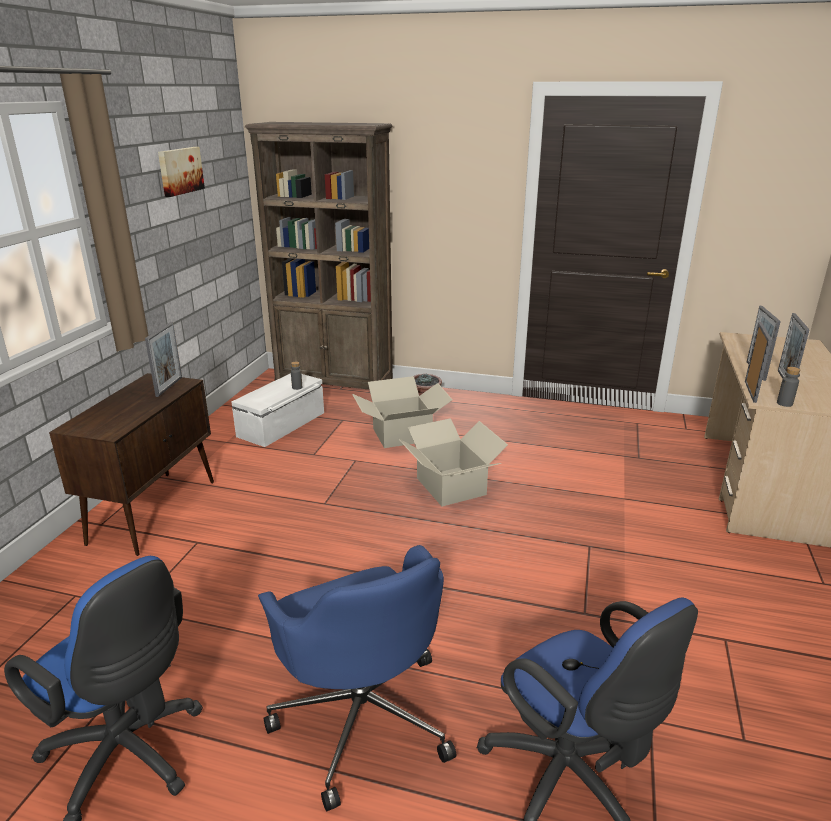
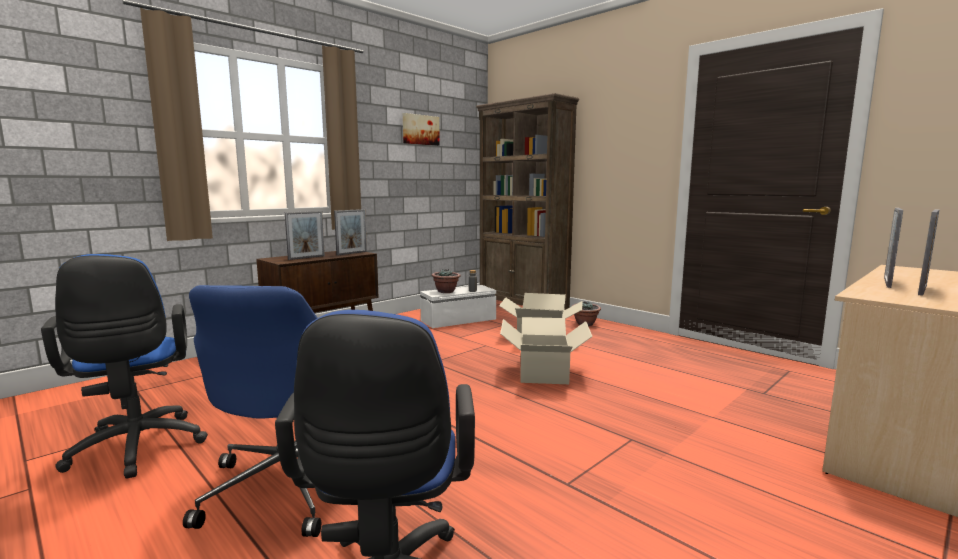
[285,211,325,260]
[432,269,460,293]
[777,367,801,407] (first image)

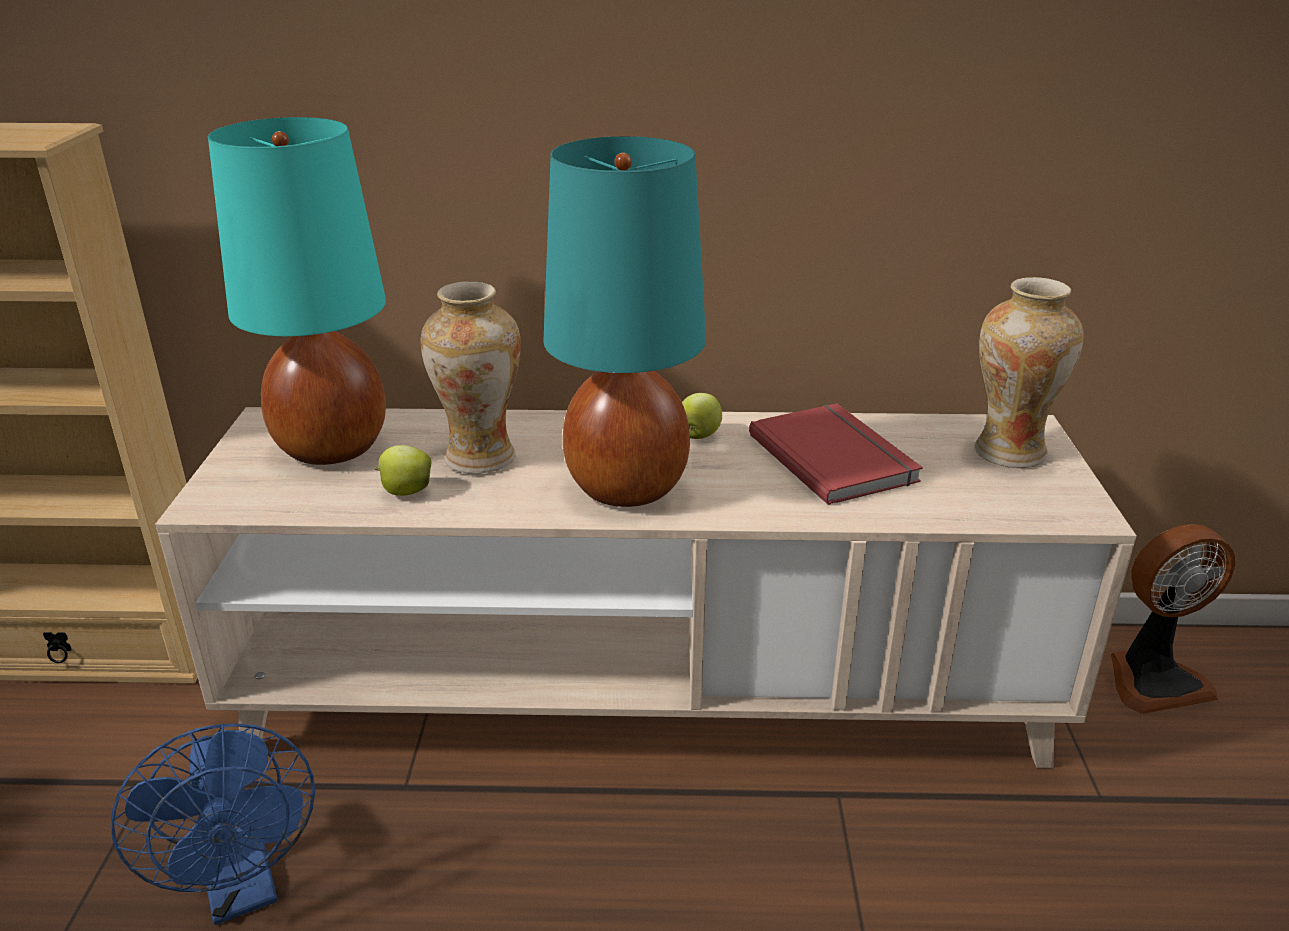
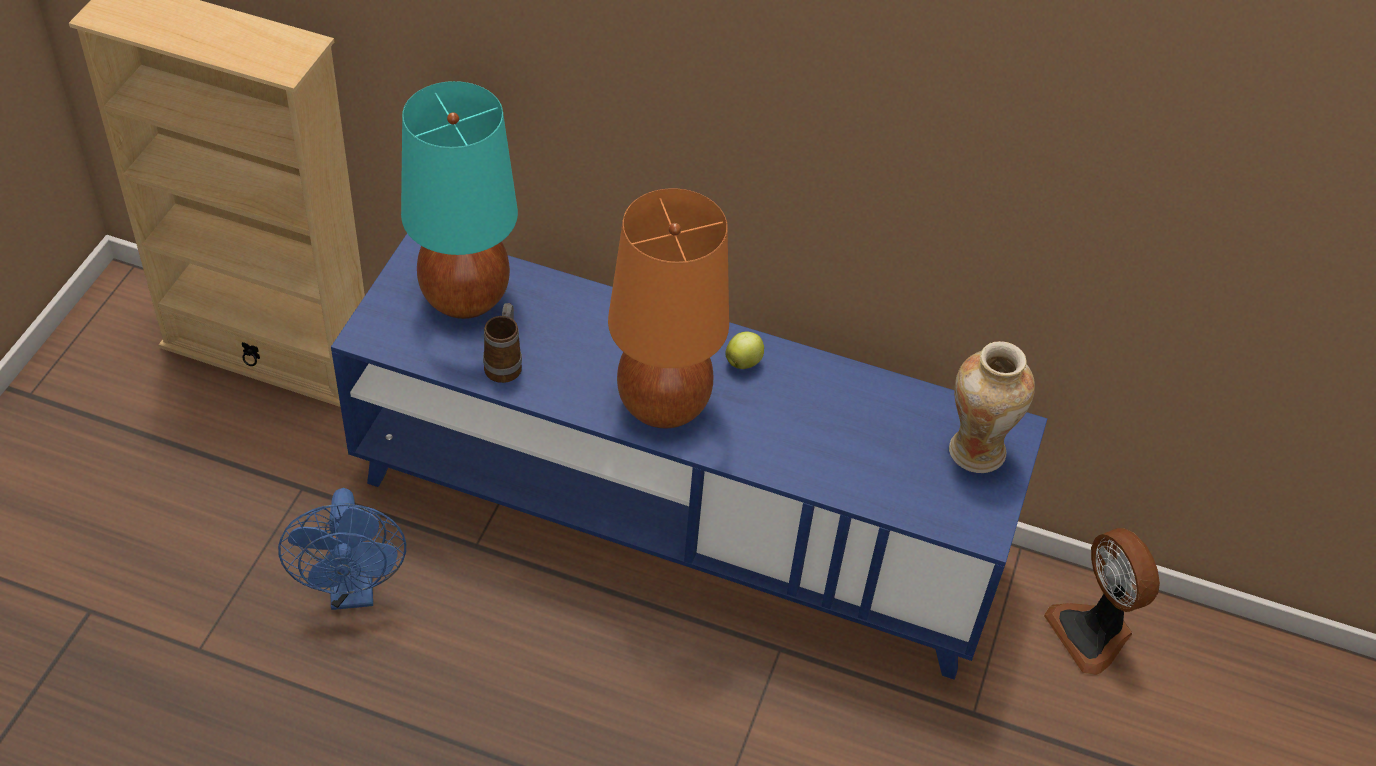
[331,234,1047,680]
[483,303,522,383]
[608,188,729,428]
[1044,528,1160,675]
[420,282,521,474] (first image)
[749,403,923,505] (first image)

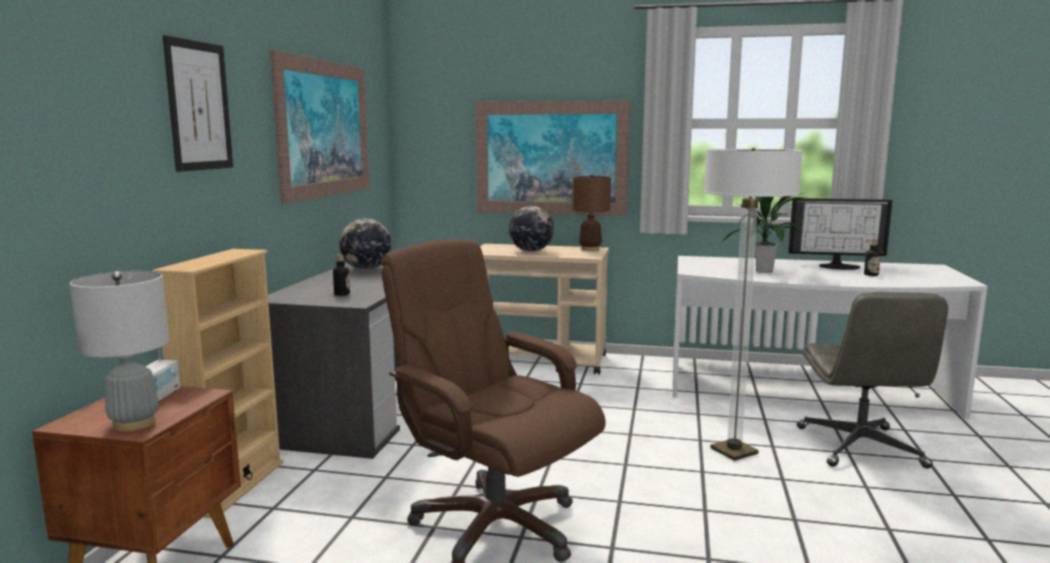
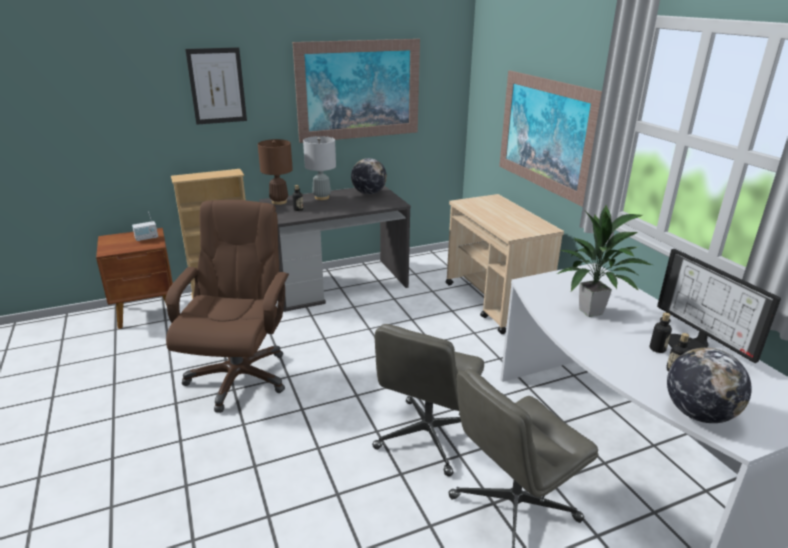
[258,139,293,205]
[303,136,336,200]
[372,324,484,476]
[650,312,672,353]
[667,348,752,423]

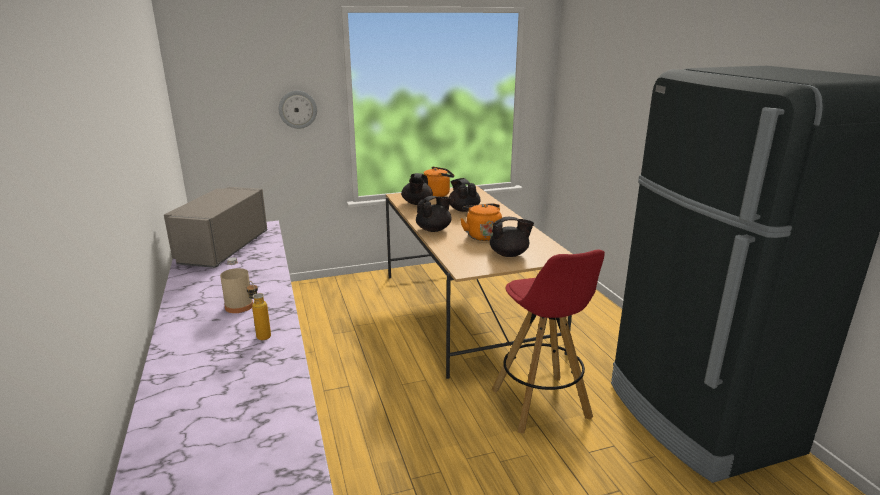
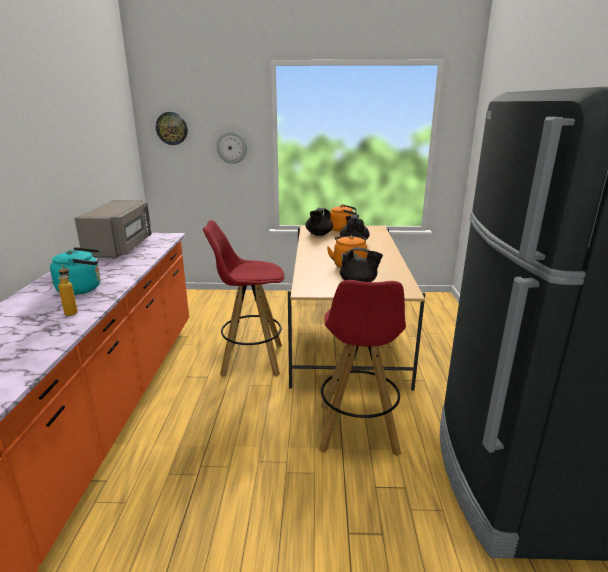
[50,247,101,295]
[74,200,152,258]
[156,112,188,145]
[203,220,285,377]
[416,196,452,232] (first image)

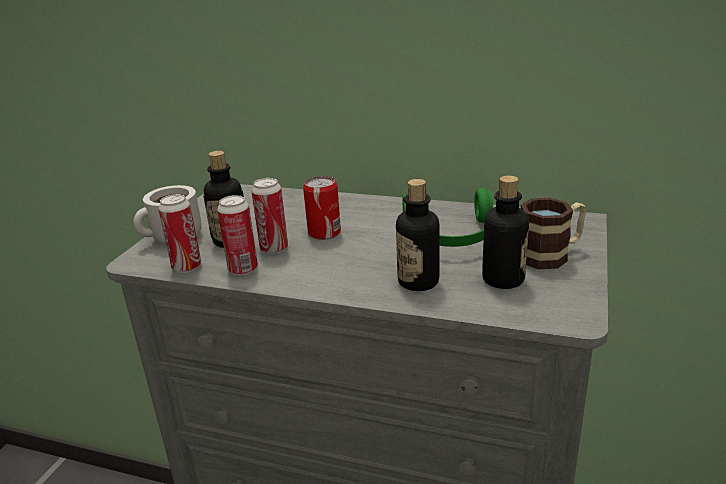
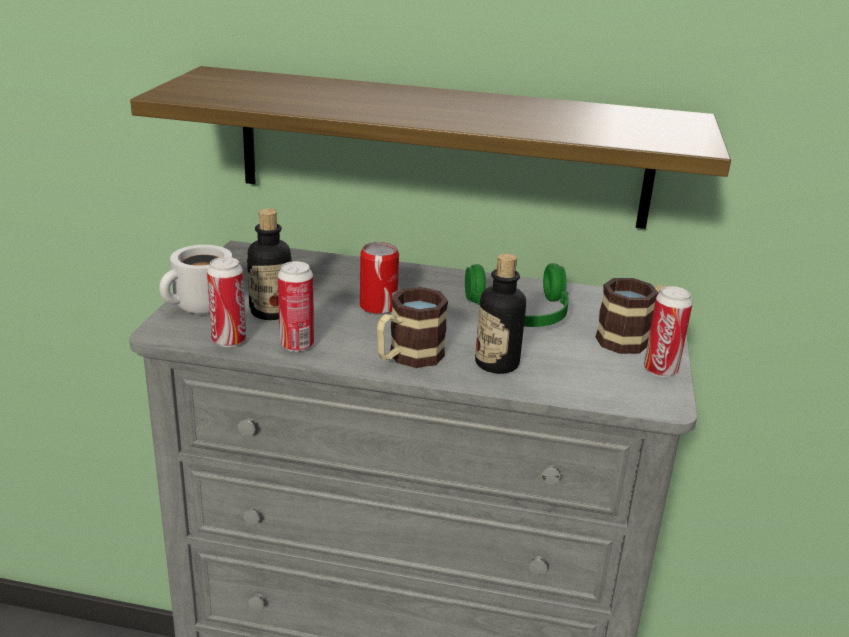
[130,66,731,229]
[377,287,448,368]
[644,286,693,377]
[482,176,529,289] (first image)

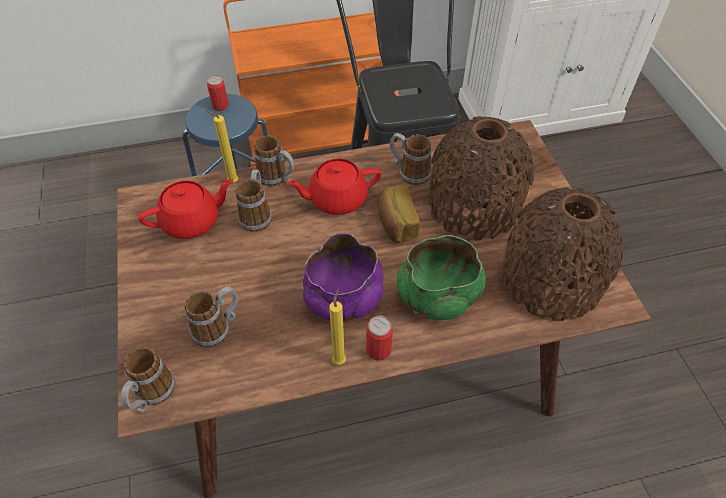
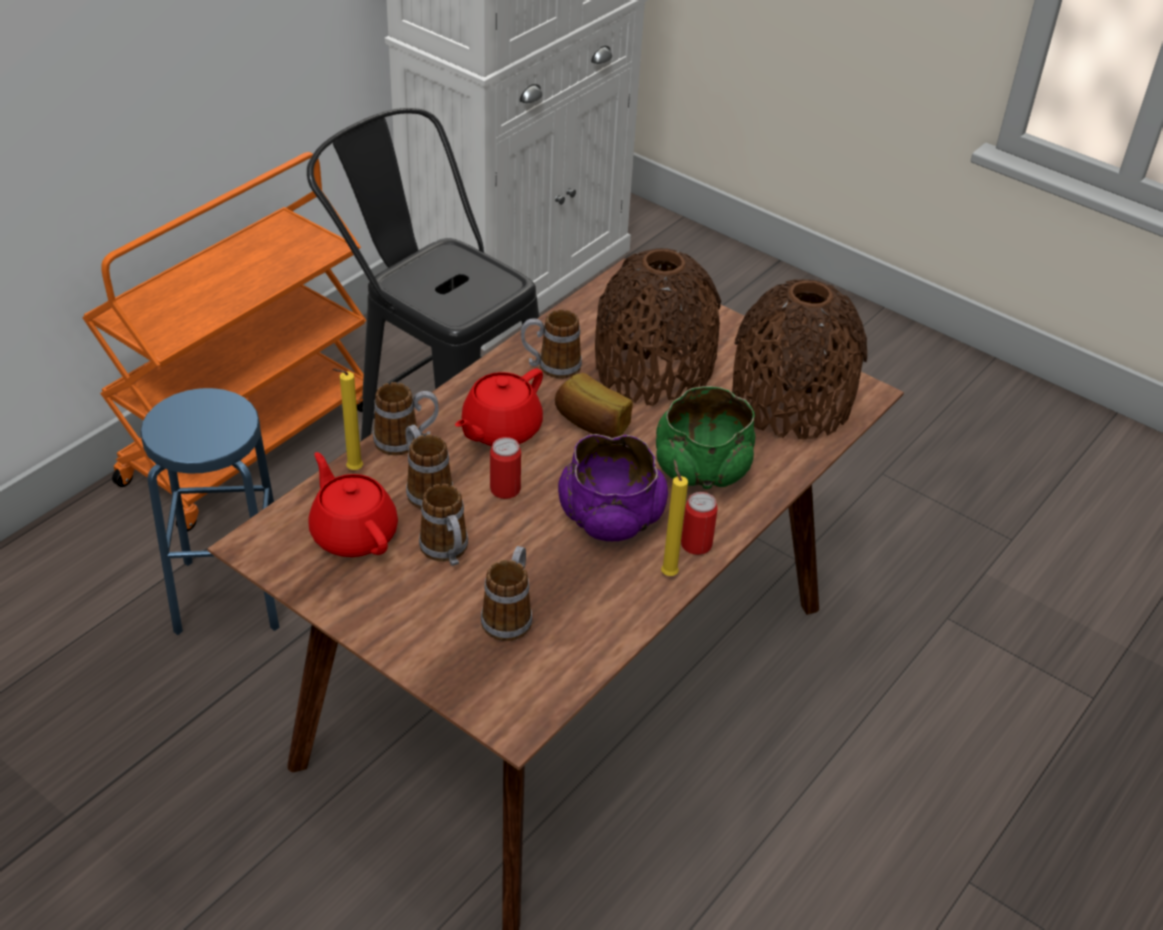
[308,452,398,557]
[419,484,468,566]
[490,437,521,499]

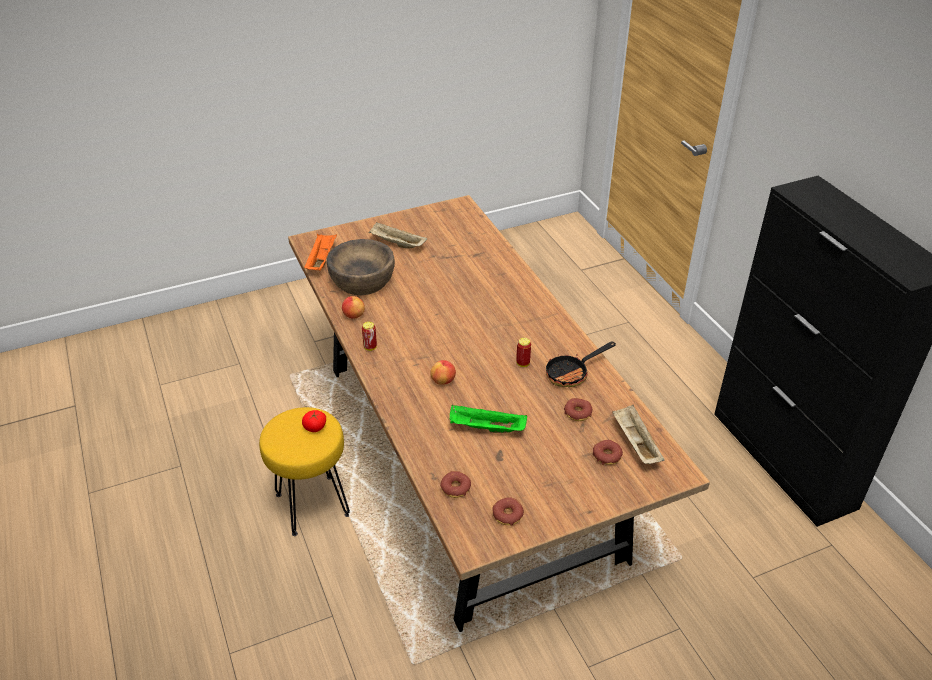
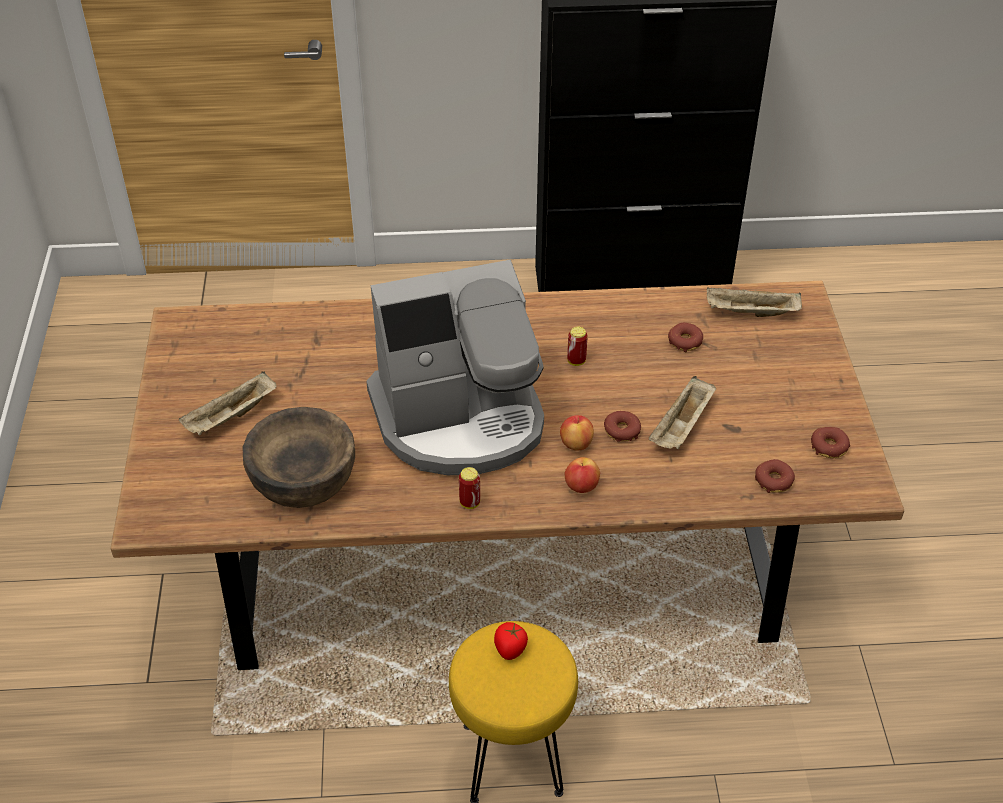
[366,260,544,475]
[565,457,600,493]
[604,411,641,442]
[649,376,716,449]
[304,234,337,270] (first image)
[546,342,616,387] (first image)

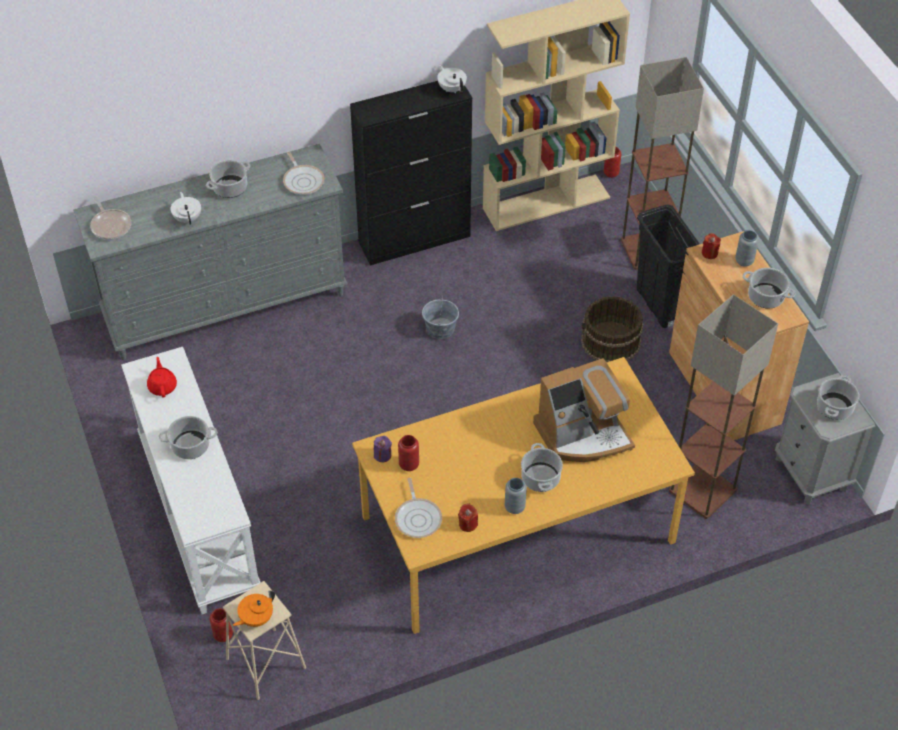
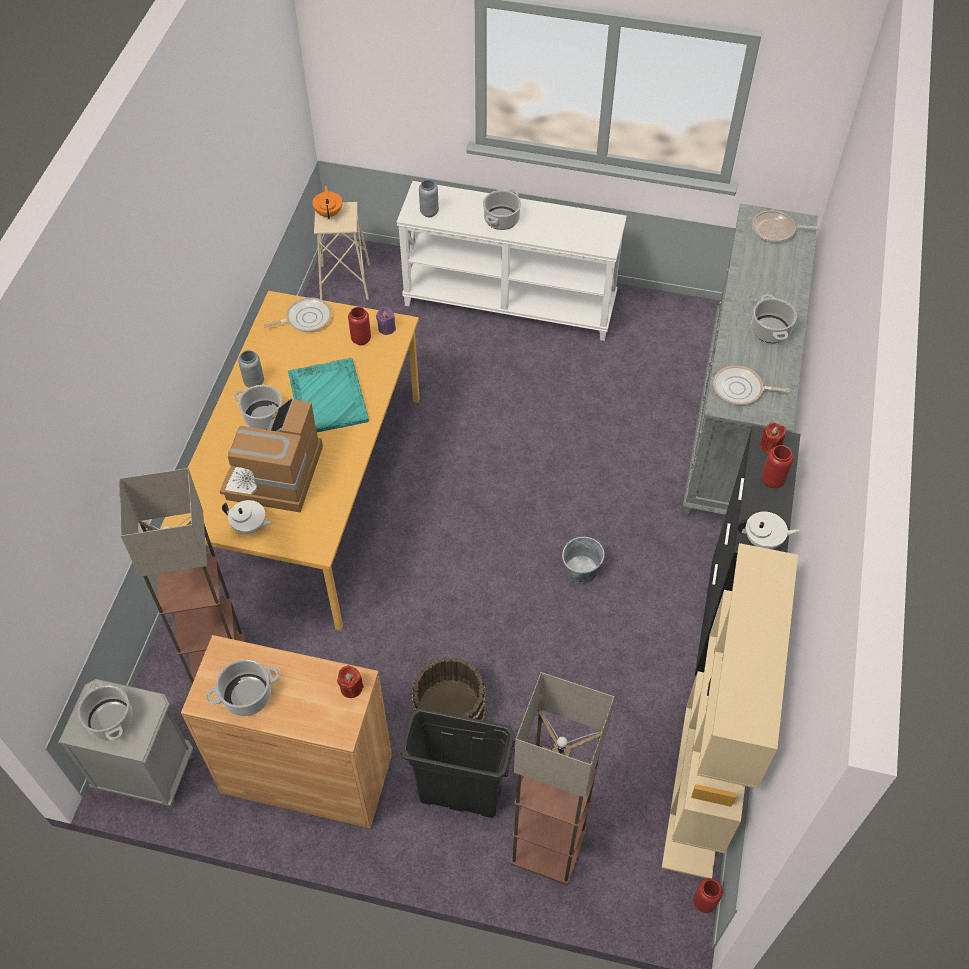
[222,500,274,534]
[264,297,332,332]
[288,358,369,432]
[419,179,439,217]
[760,422,786,454]
[762,445,794,488]
[147,357,177,398] (first image)

